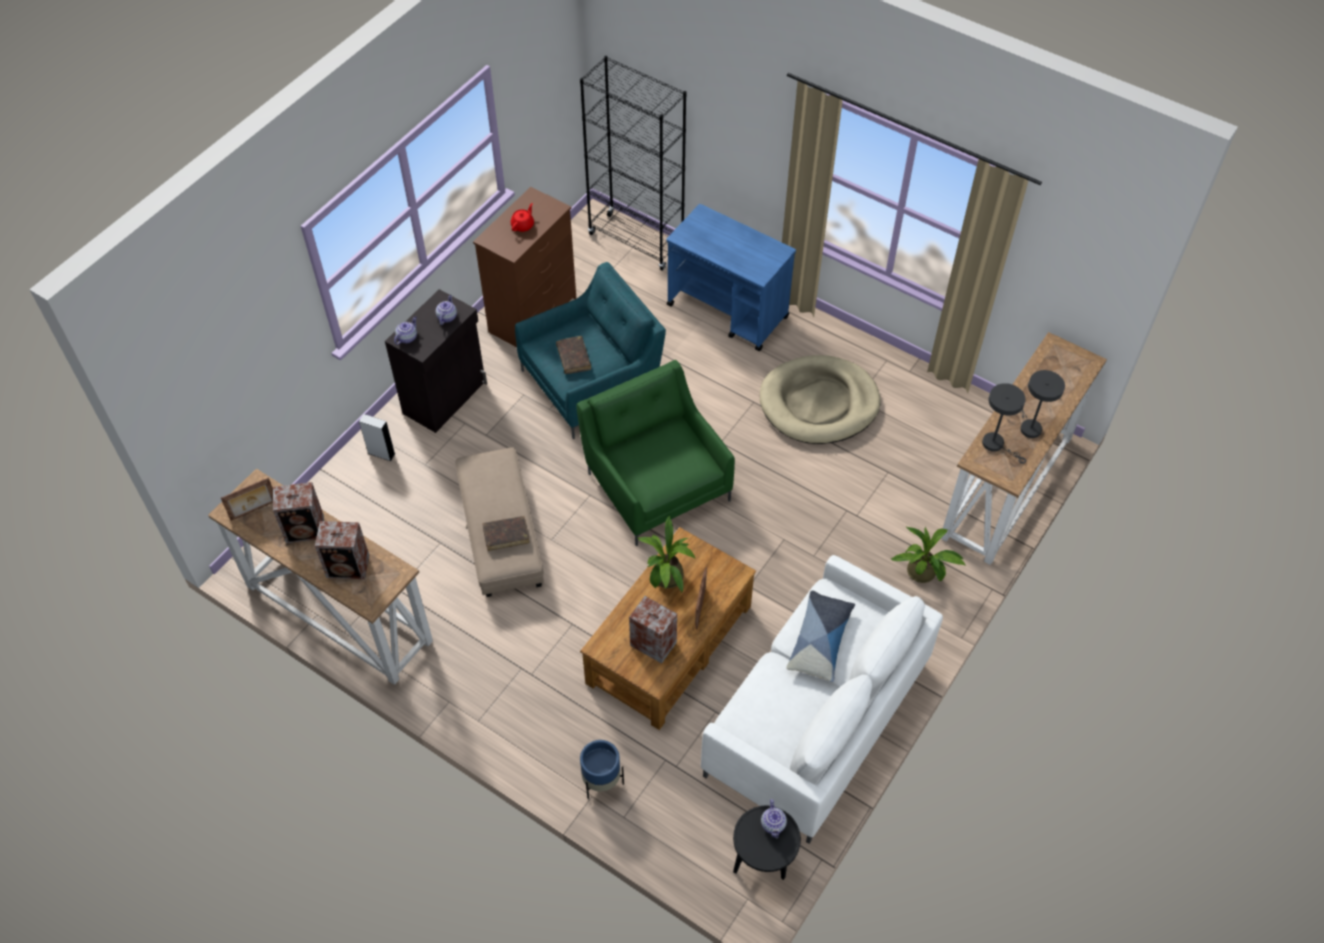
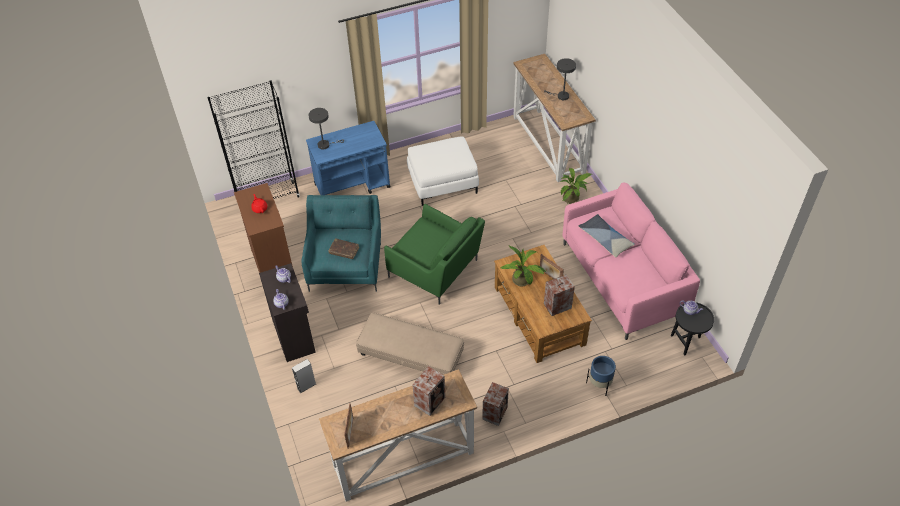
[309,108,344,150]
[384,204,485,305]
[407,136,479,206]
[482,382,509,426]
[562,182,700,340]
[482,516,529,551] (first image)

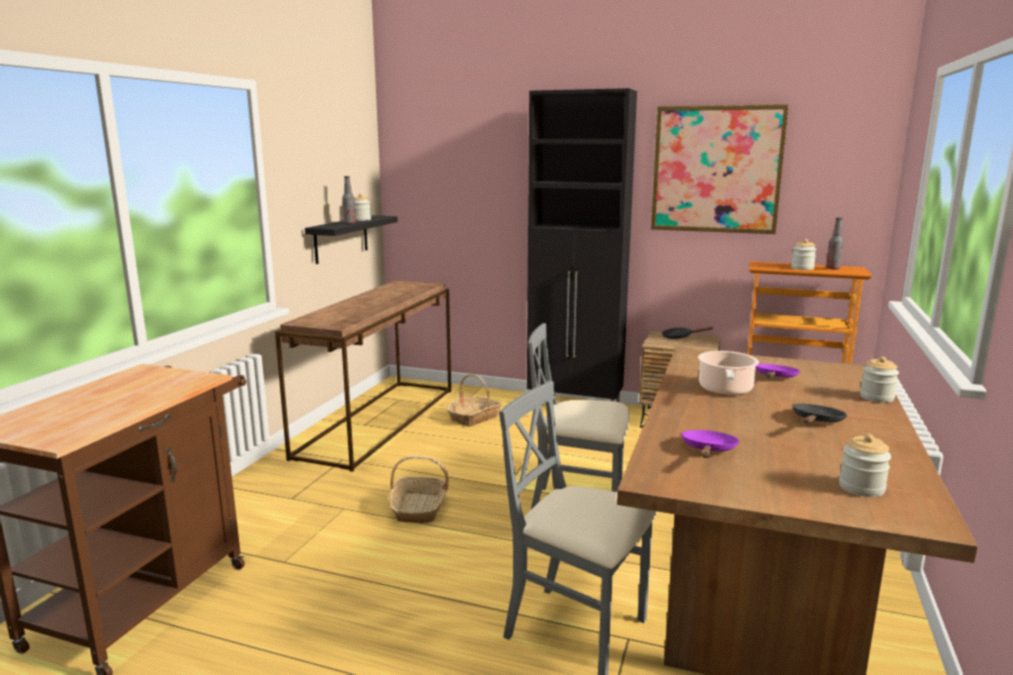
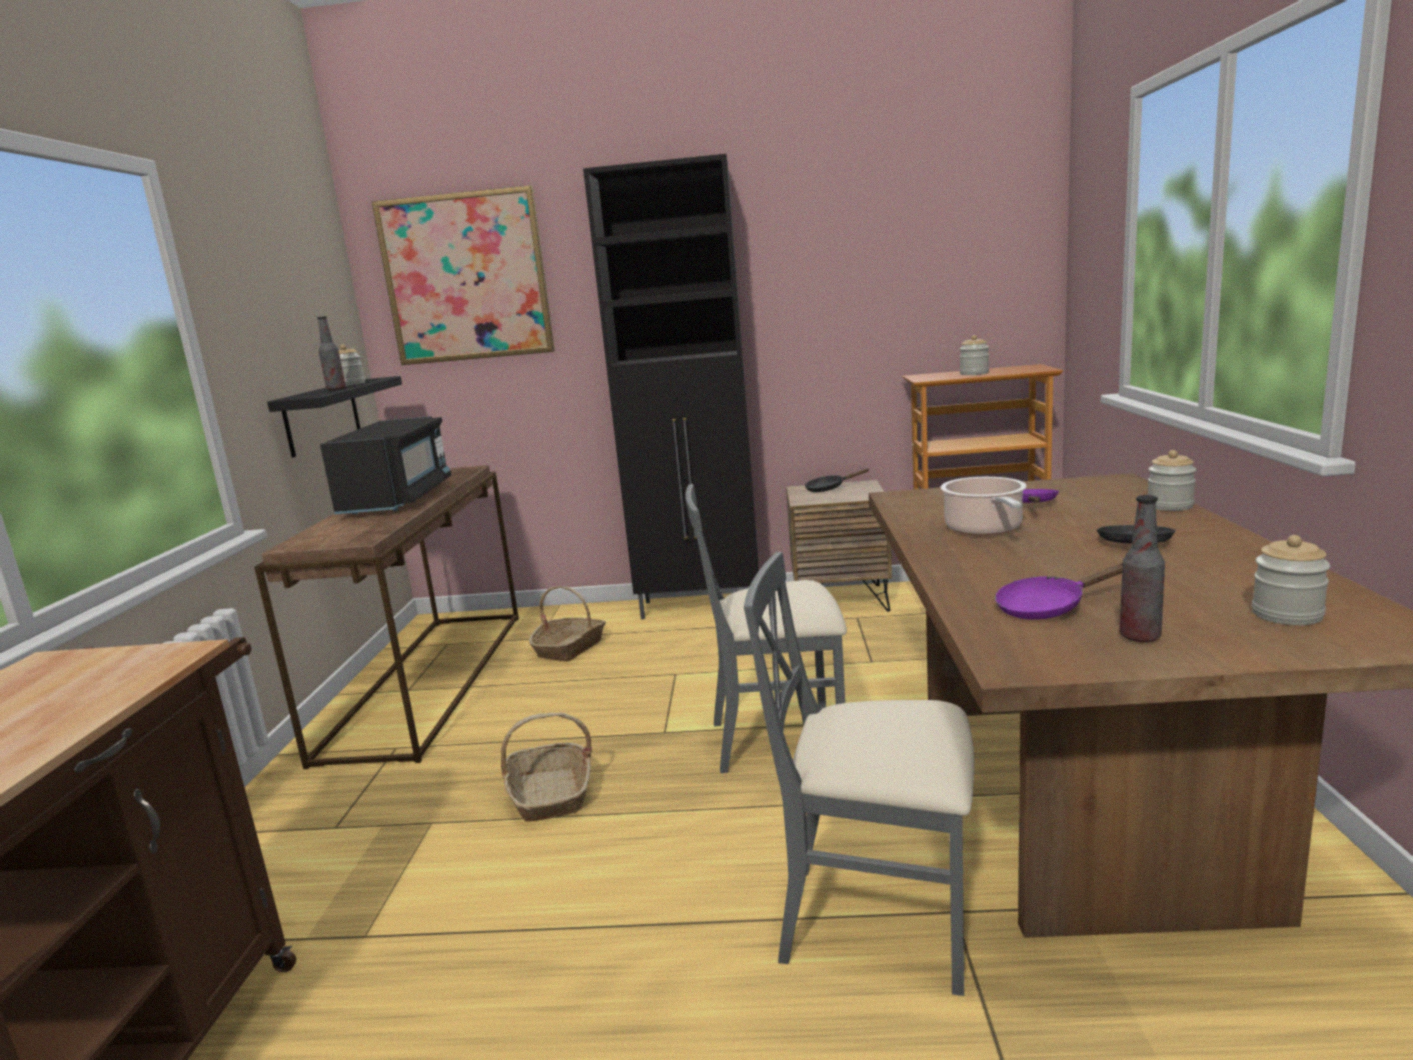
[320,416,452,514]
[371,185,555,365]
[995,563,1123,620]
[1119,495,1165,642]

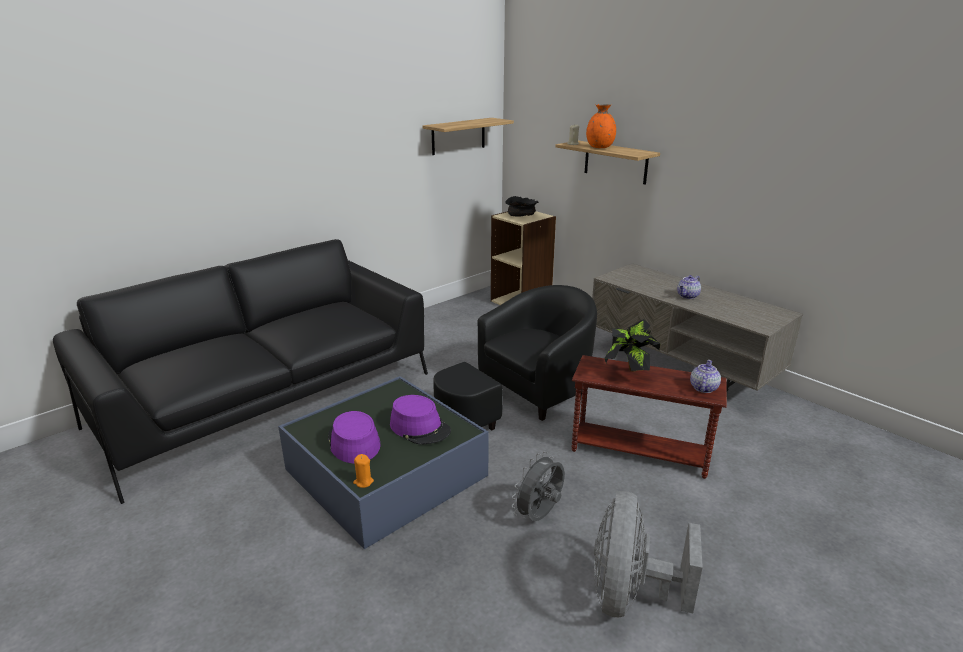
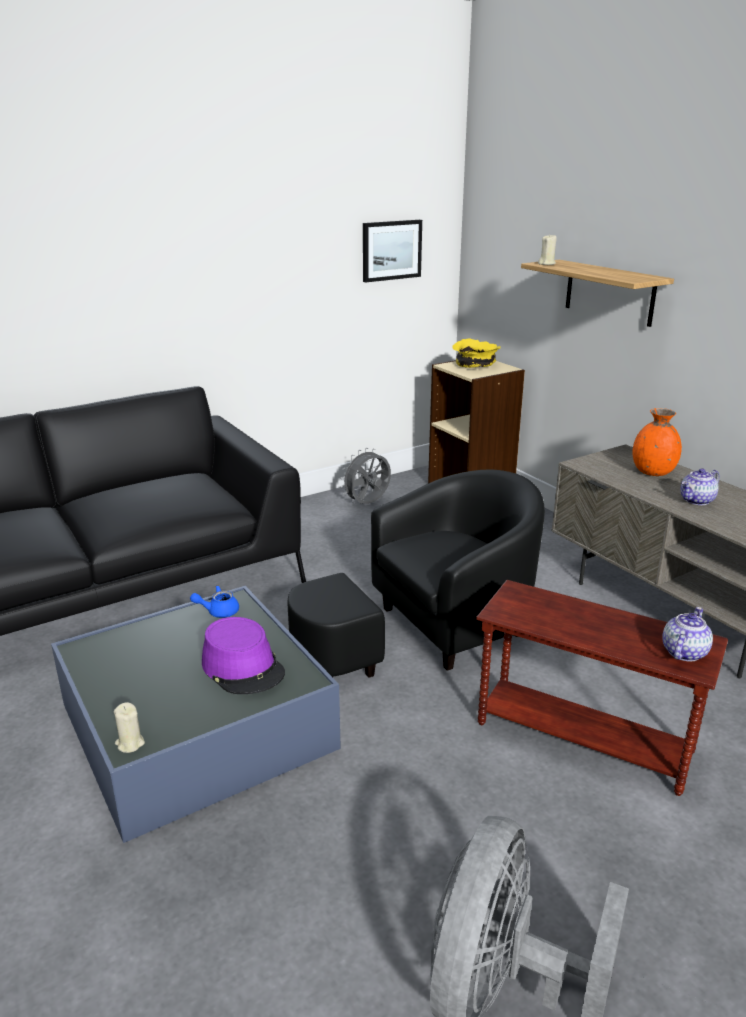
[114,702,145,753]
[190,585,239,618]
[340,448,391,504]
[363,220,422,283]
[452,338,500,368]
[632,408,682,476]
[328,411,381,463] (first image)
[604,319,661,372] (first image)

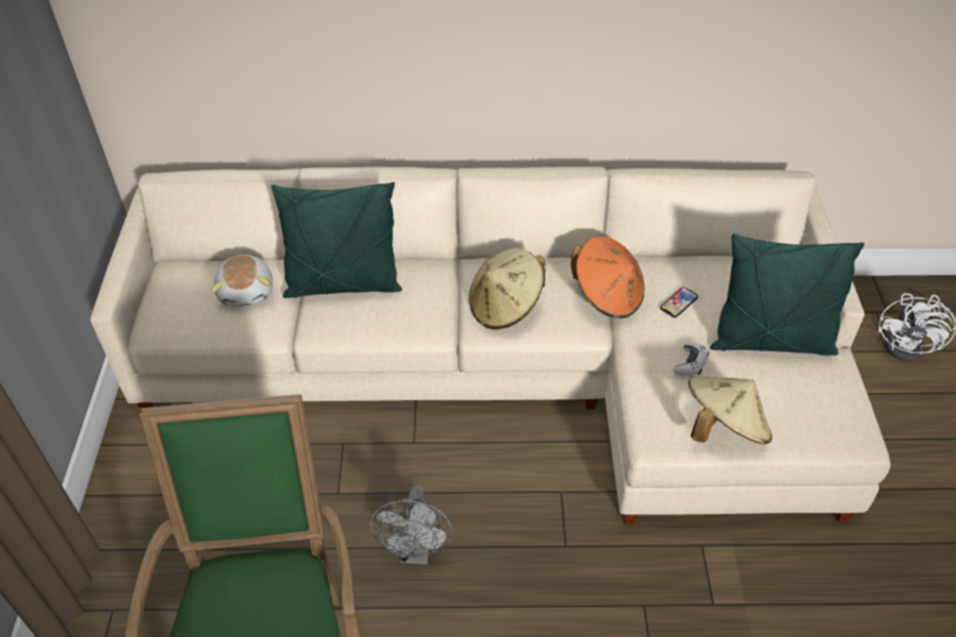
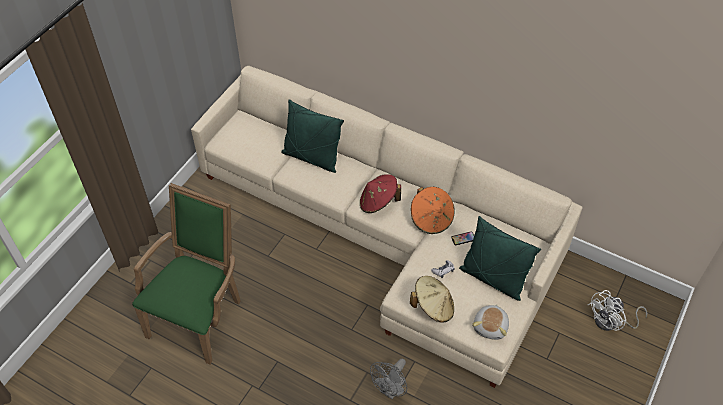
[360,174,401,213]
[370,358,407,399]
[472,304,509,340]

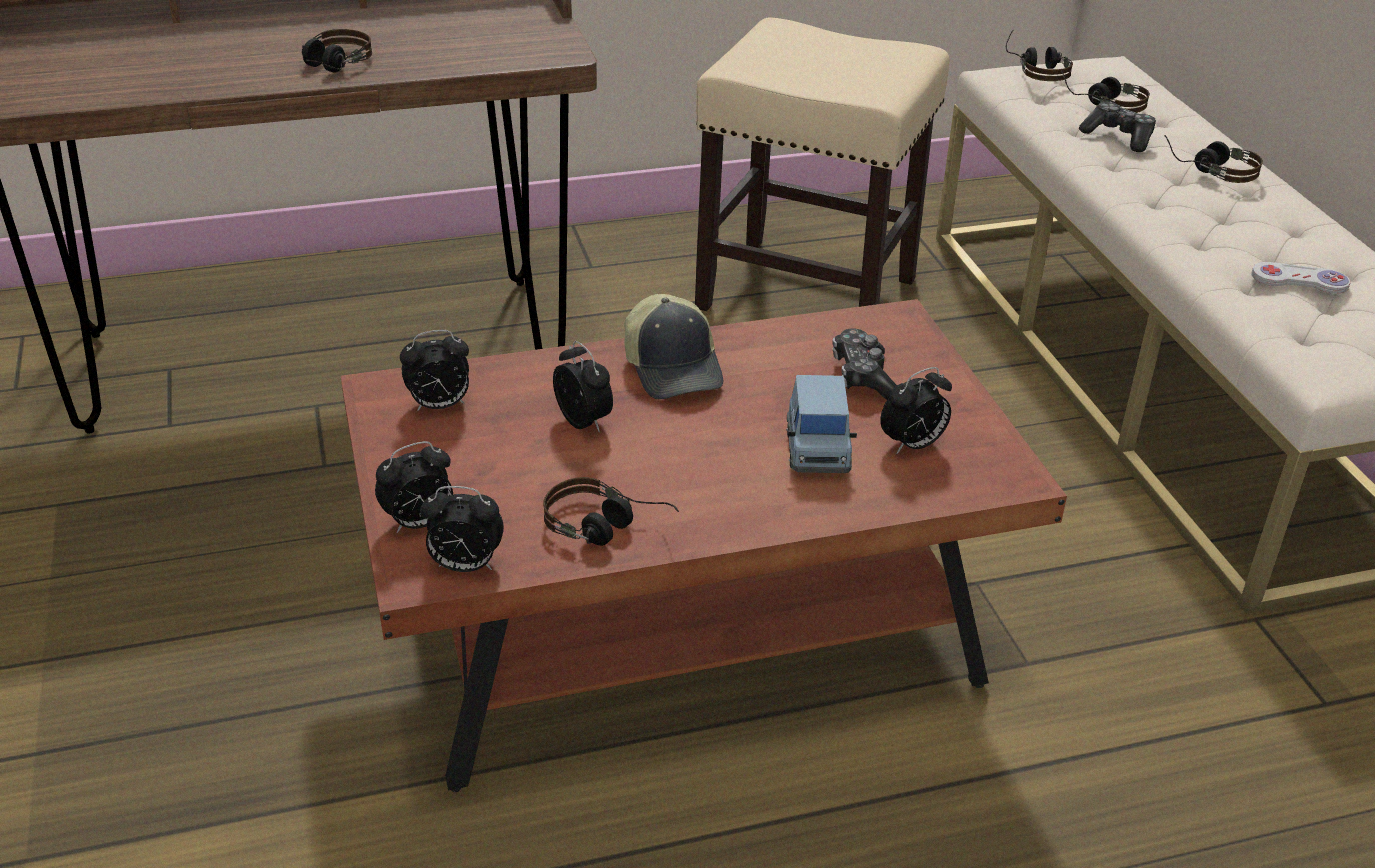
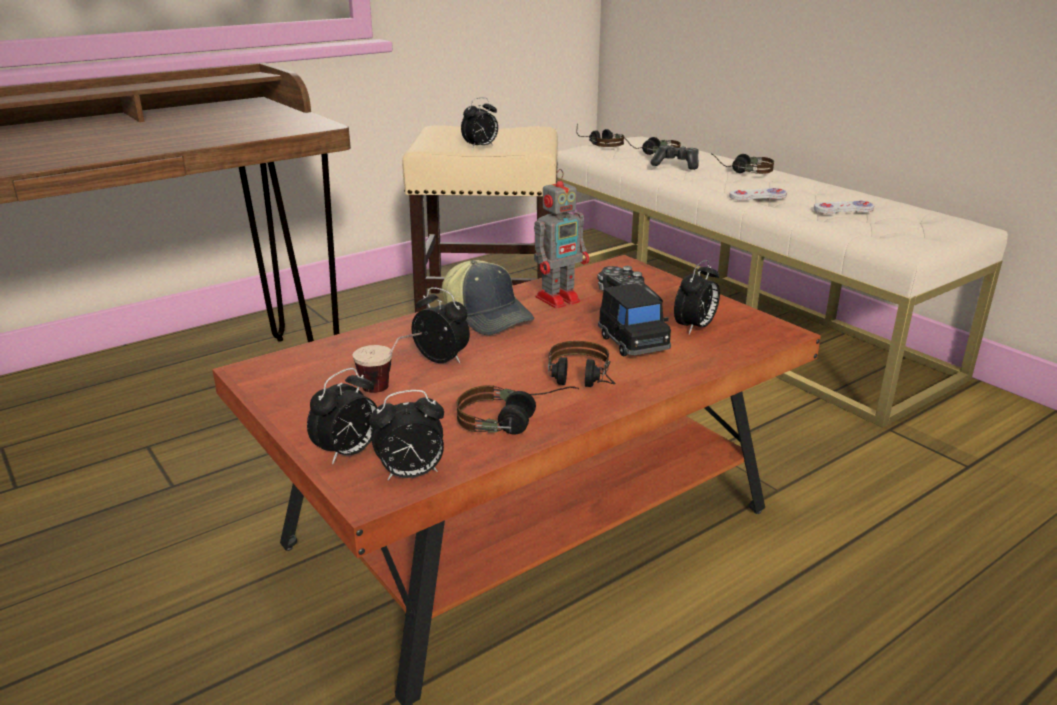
[352,332,422,393]
[461,97,498,149]
[534,169,589,309]
[548,341,616,387]
[598,283,671,356]
[729,188,787,201]

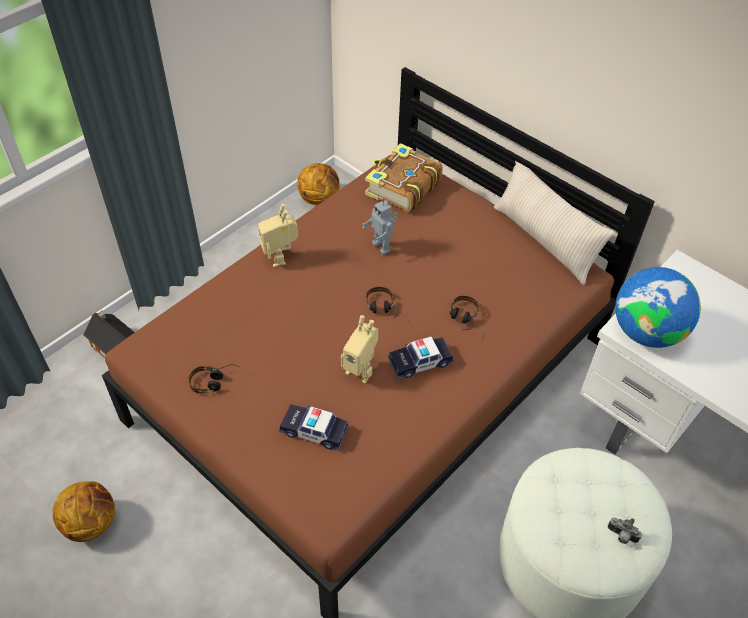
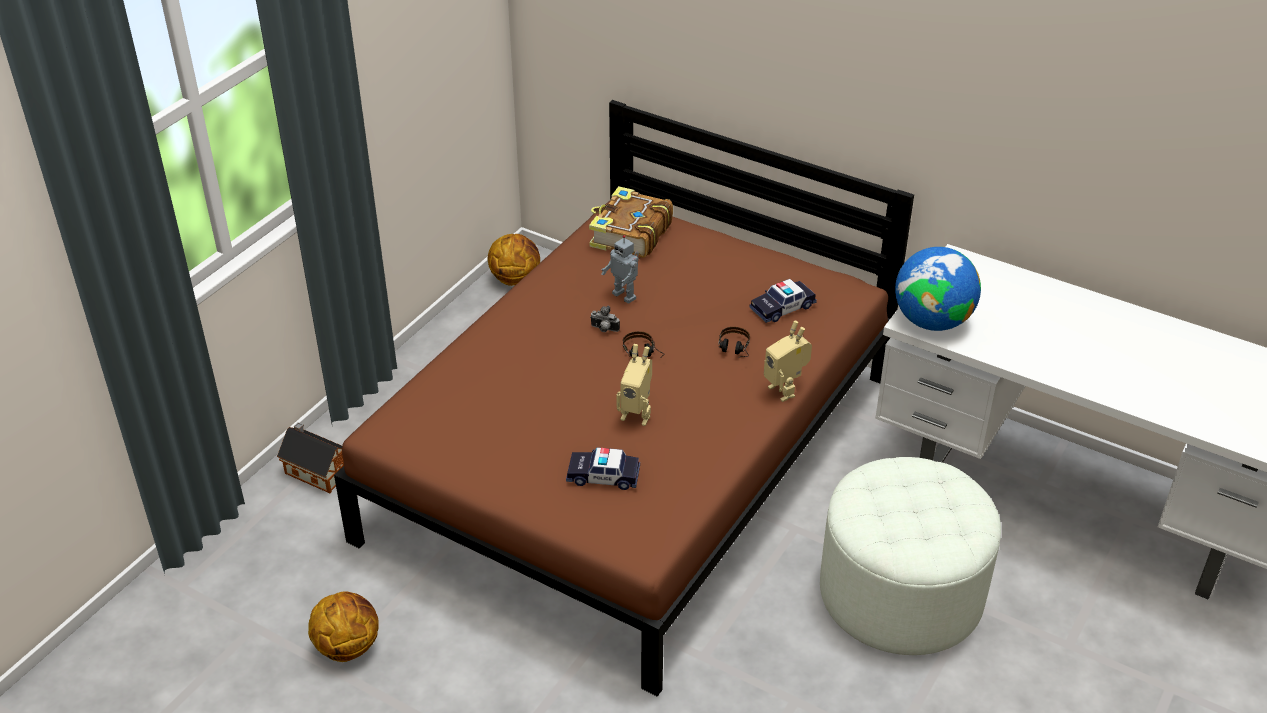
[591,306,620,332]
[749,279,817,323]
[764,321,812,402]
[189,364,240,393] (first image)
[494,161,615,285] (first image)

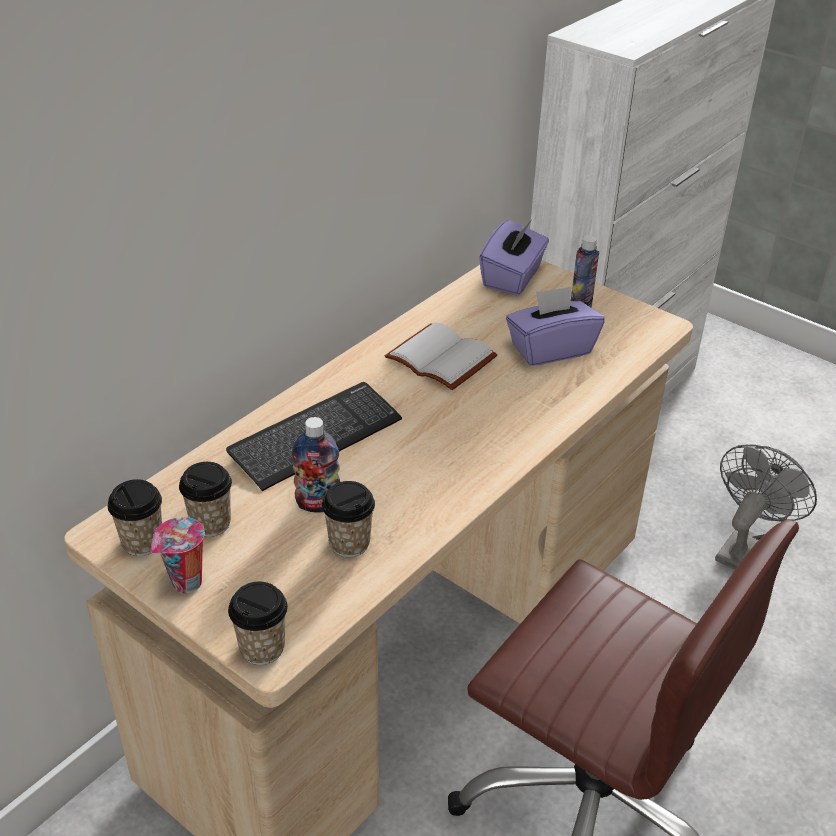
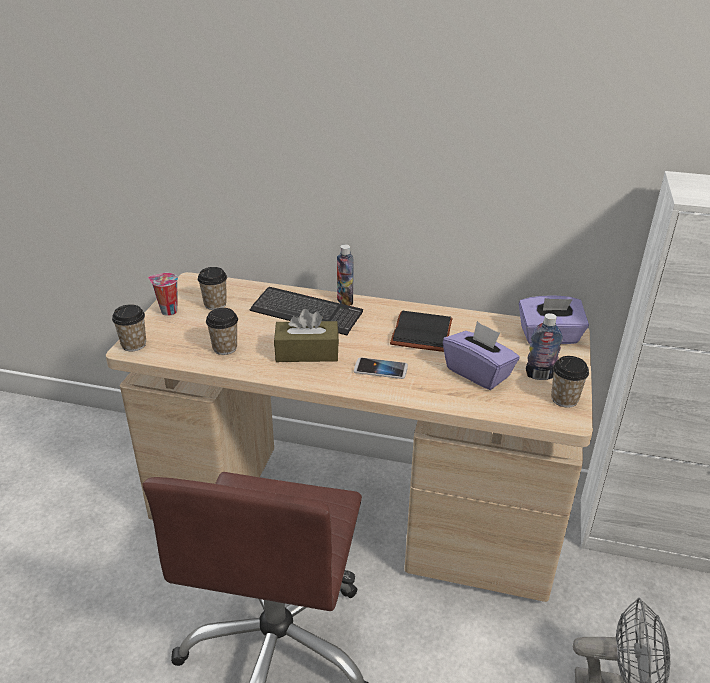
[274,309,339,362]
[337,244,354,306]
[354,358,408,379]
[390,311,453,352]
[551,356,589,407]

